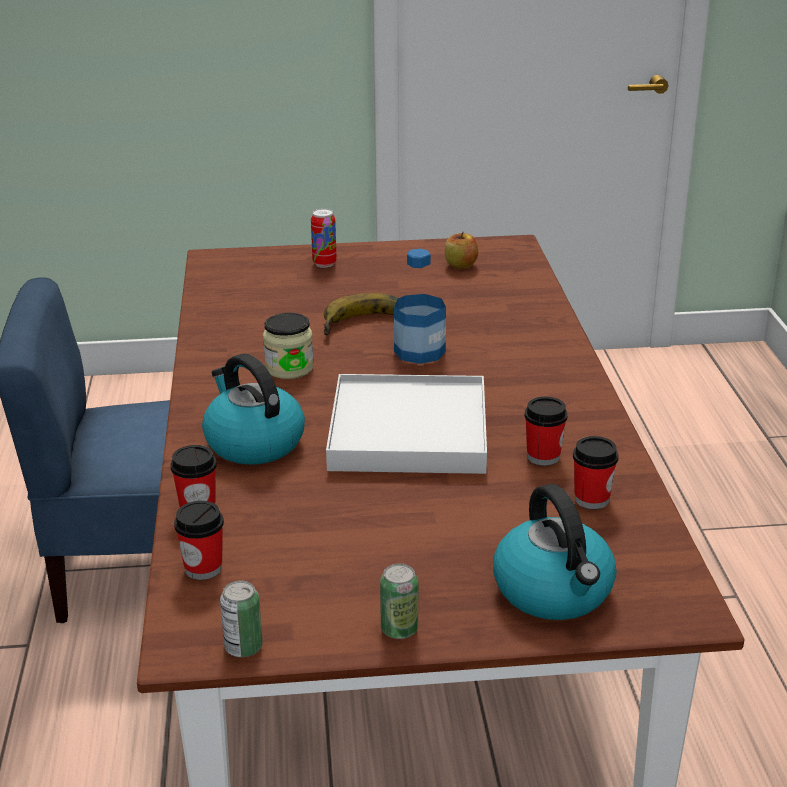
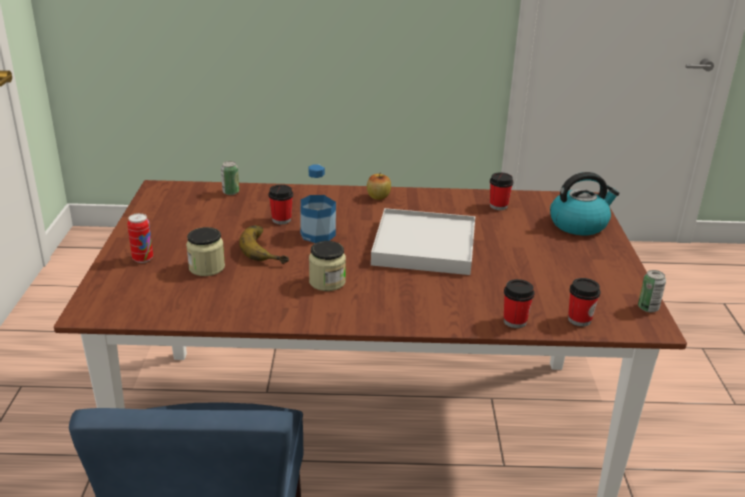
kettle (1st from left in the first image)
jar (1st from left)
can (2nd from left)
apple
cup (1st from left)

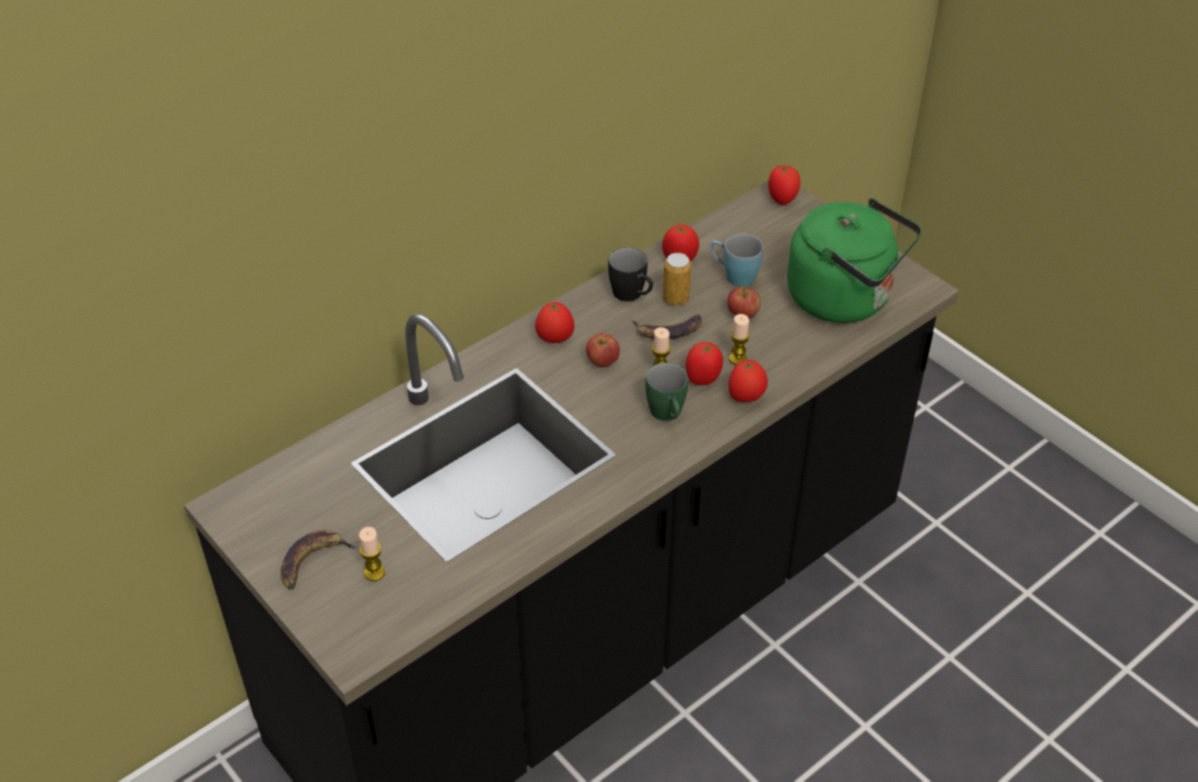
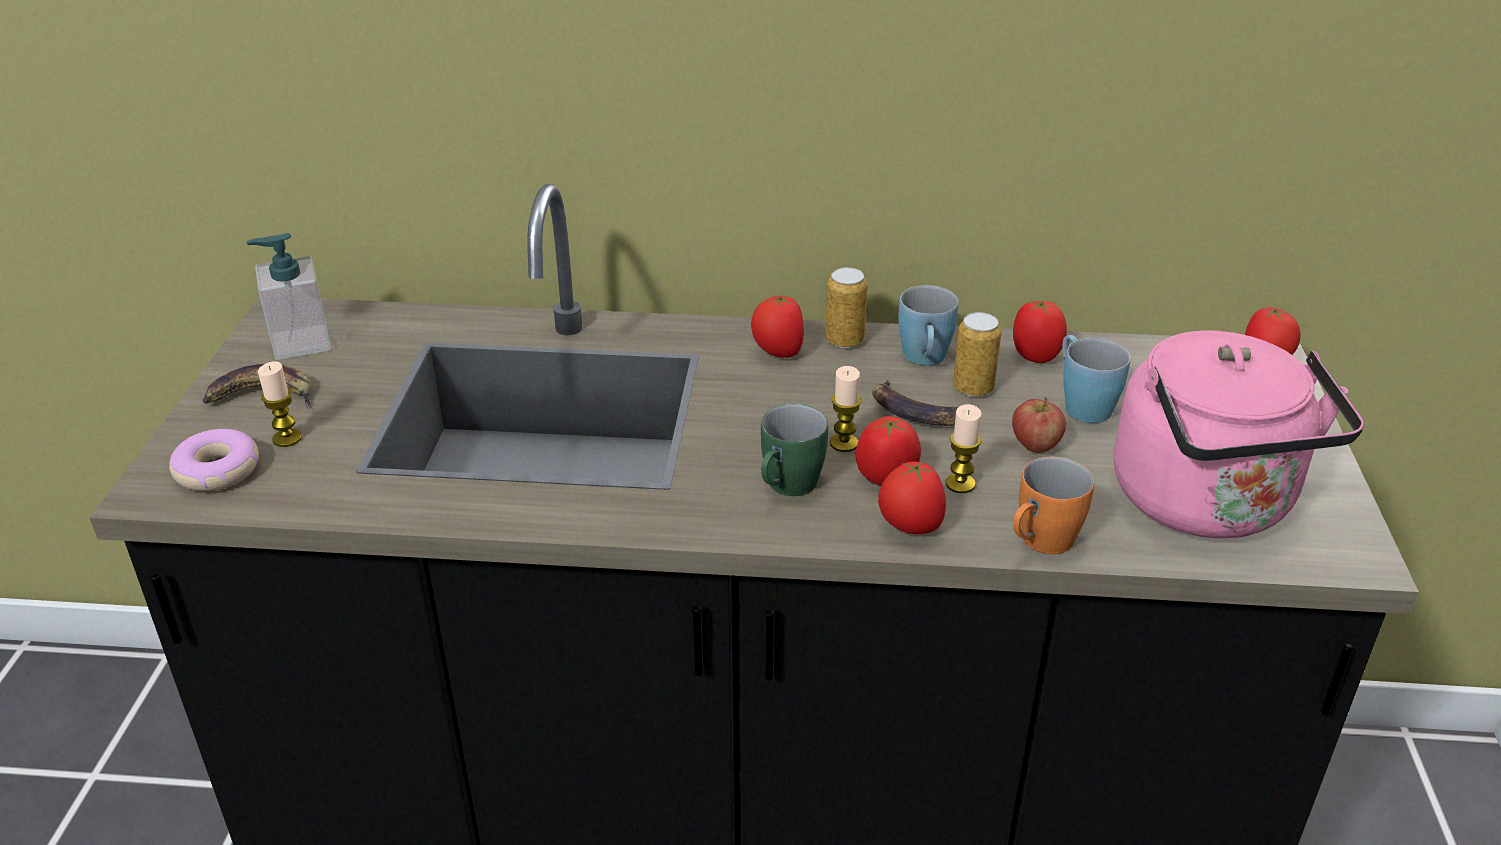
apple (1st from left in the first image)
donut
soap dispenser
can (1st from left)
orange mug
blue mug (1st from left)
pink kettle

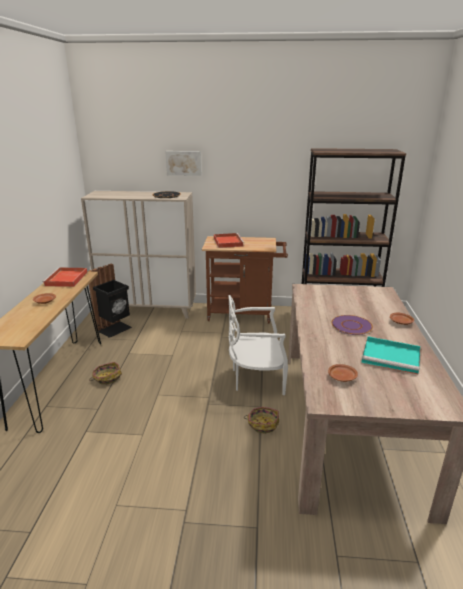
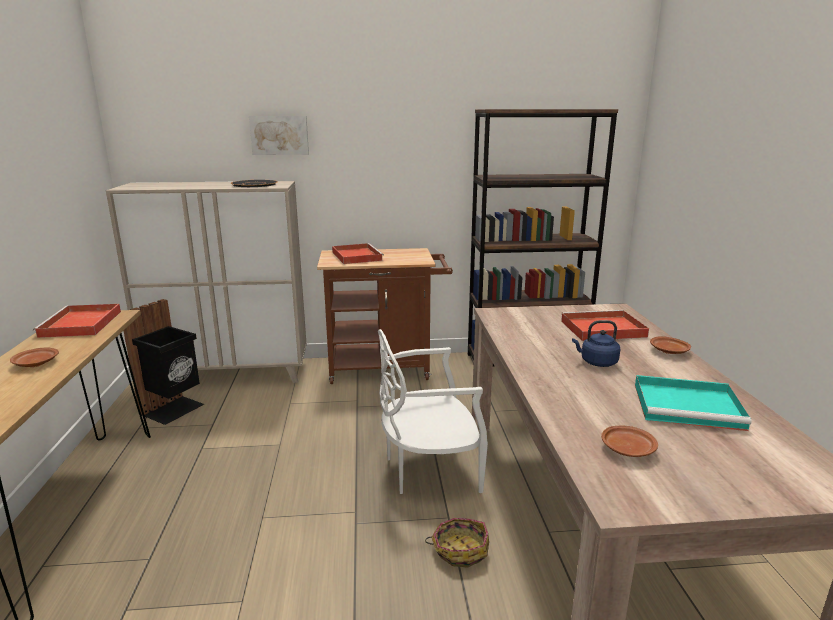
basket (1st from left in the first image)
red tray (3rd from left)
blue kettle

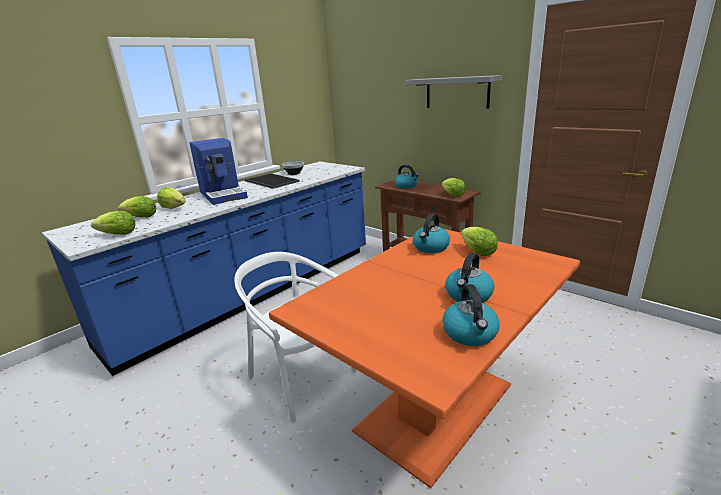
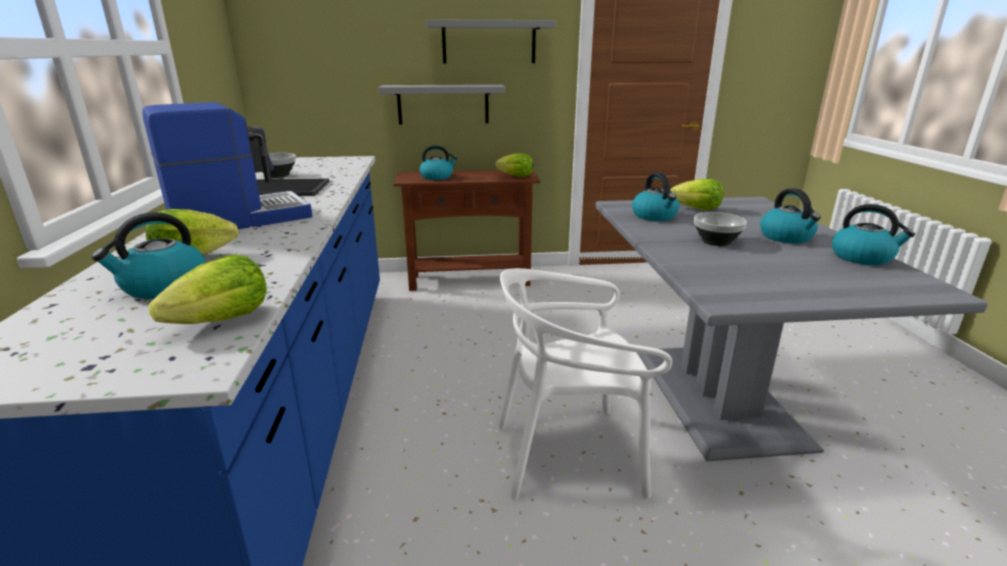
grey shelf (1st from left)
bowl (2nd from left)
kettle (1st from left)
grey dining table
coffee machine

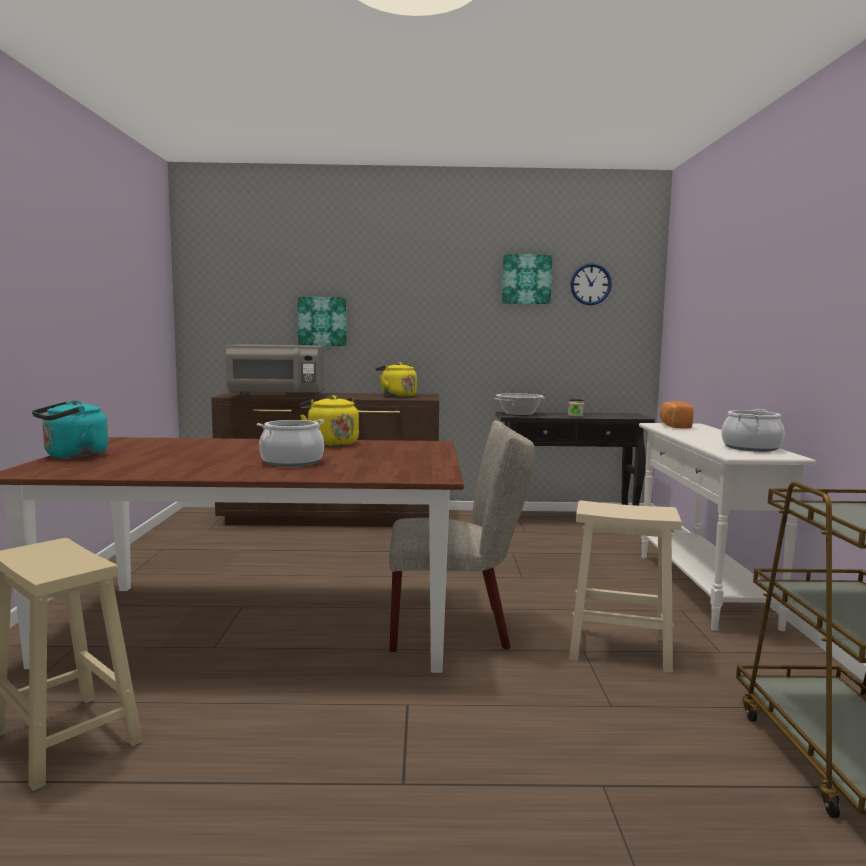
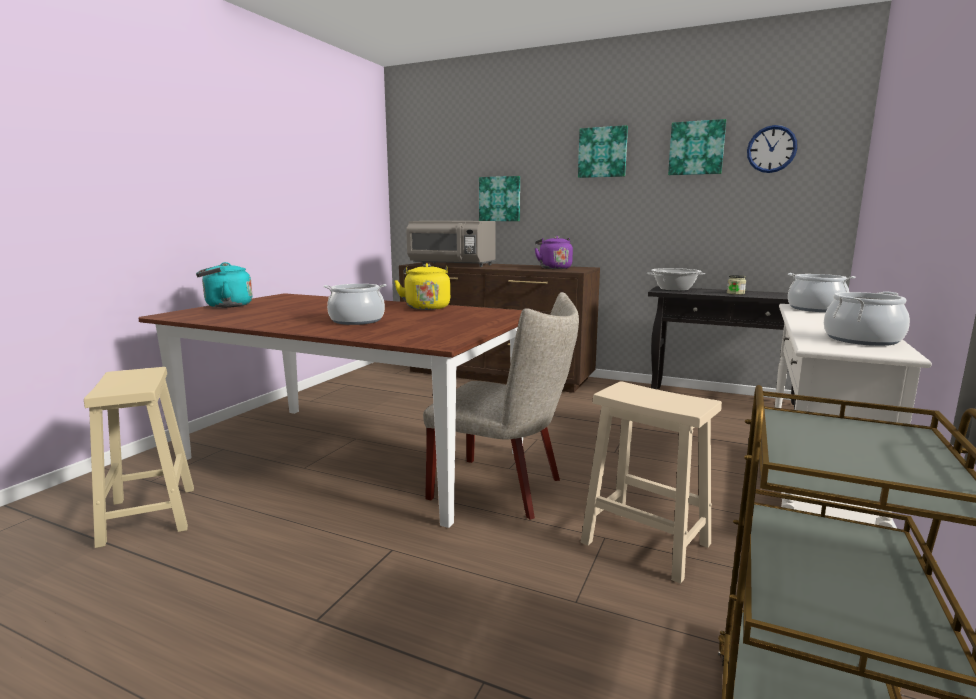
picture (2nd from left)
cooking pot (3rd from left)
purple kettle

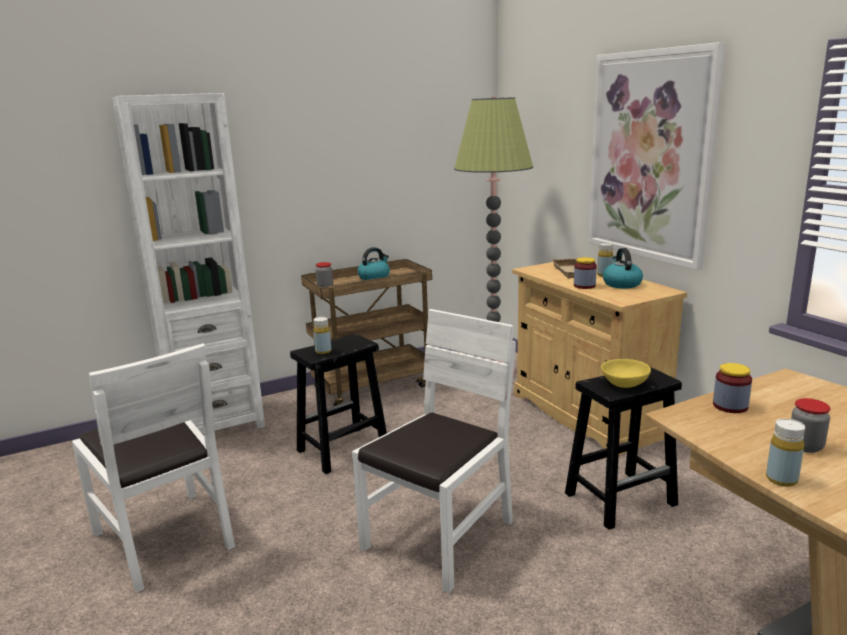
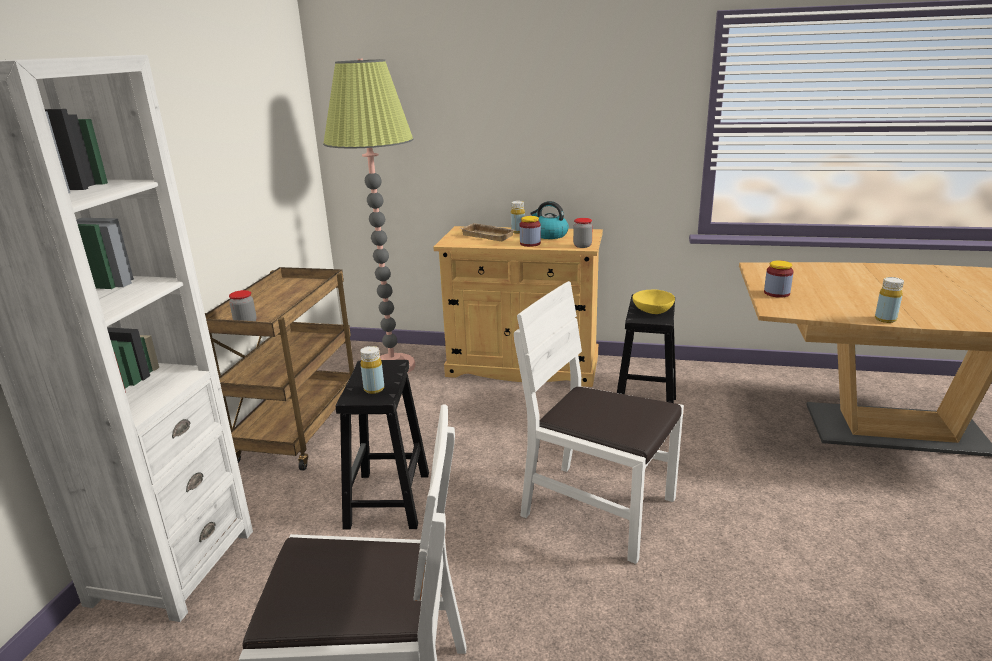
kettle (1st from left in the first image)
picture
jar (3rd from left)
white chair (2nd from left)

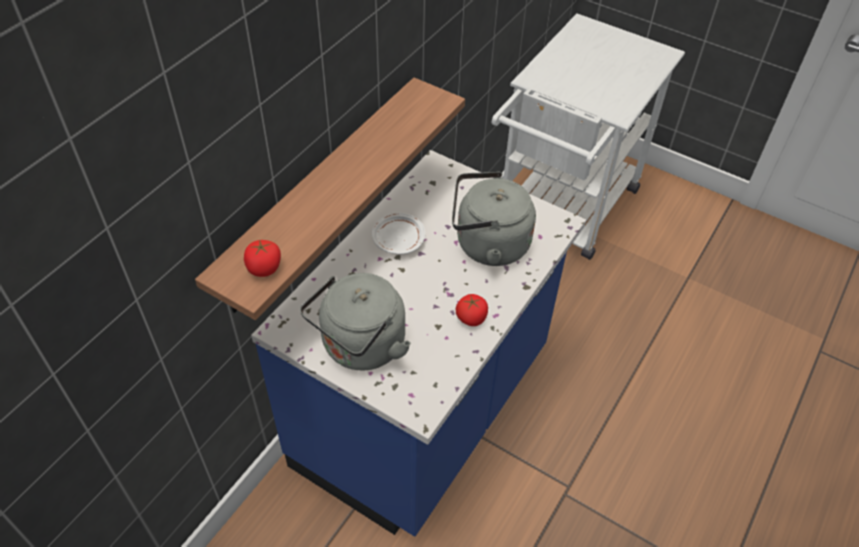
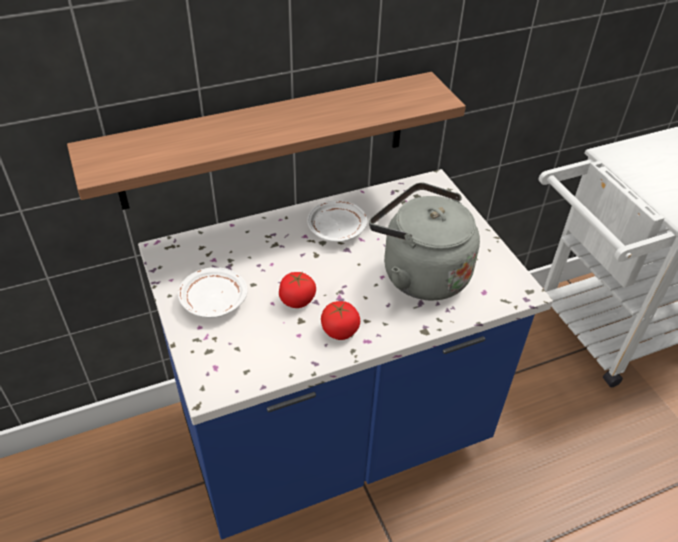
tomato (1st from left)
white plate (1st from left)

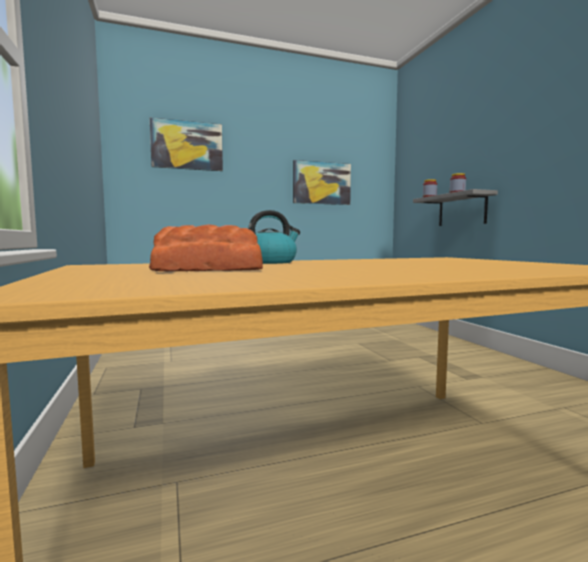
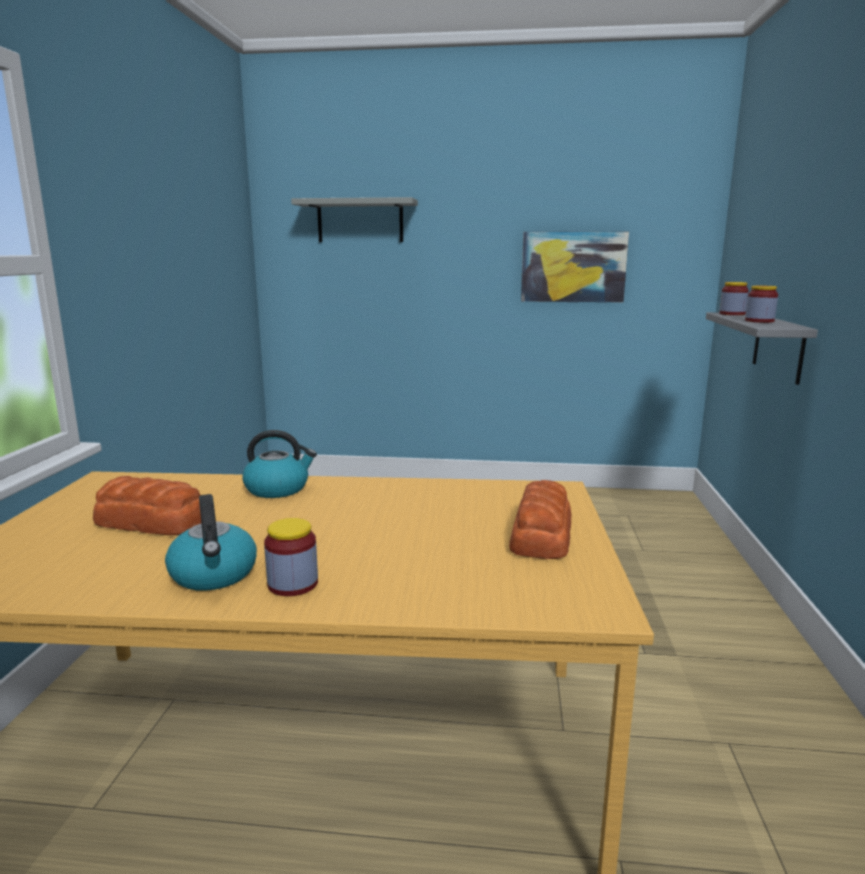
kettle (1st from left)
jar (1st from left)
bread (2nd from left)
grey shelf (1st from left)

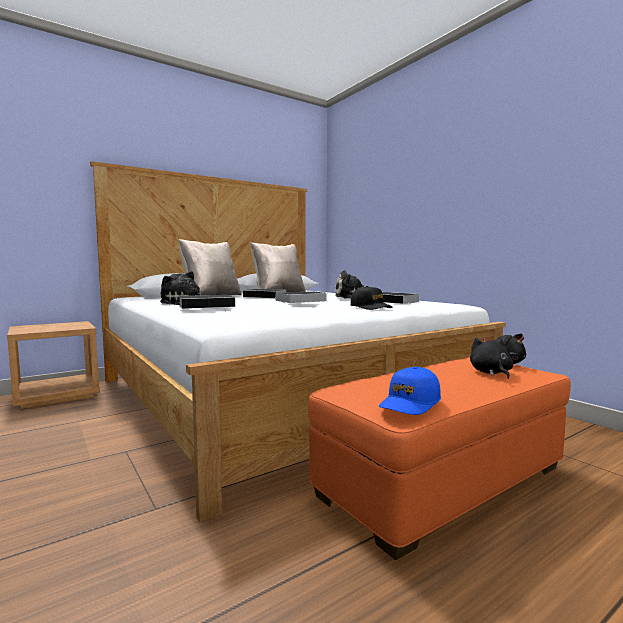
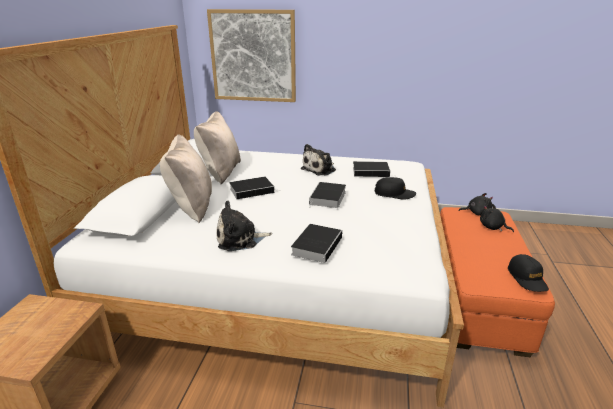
picture
black cap (2nd from left)

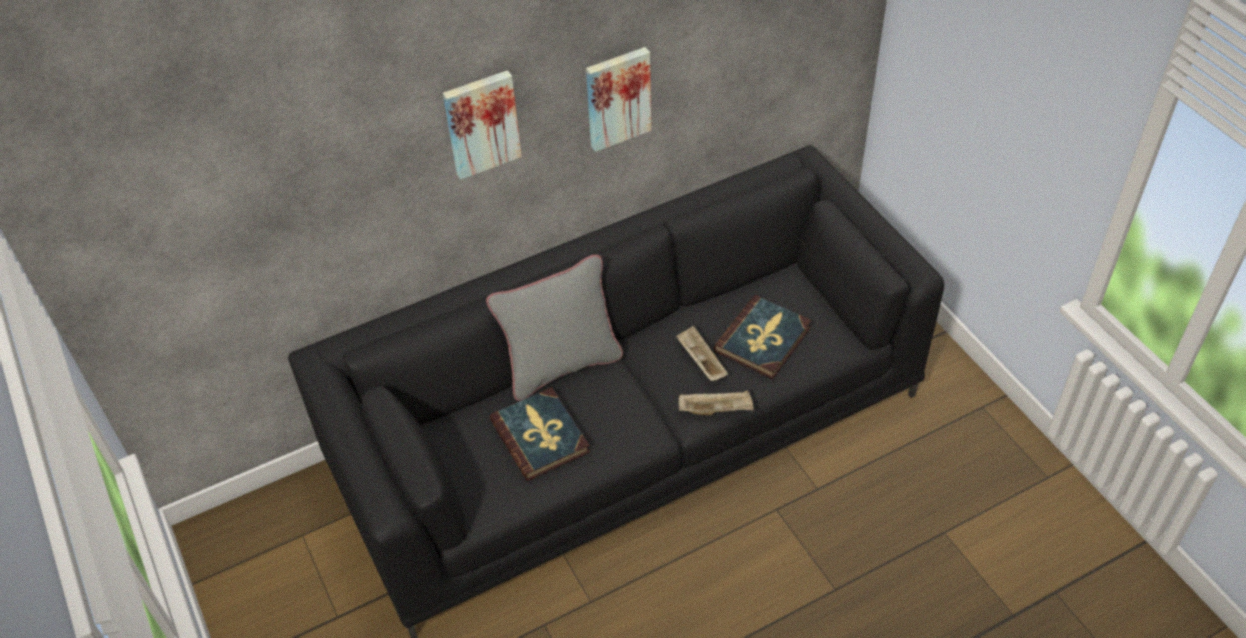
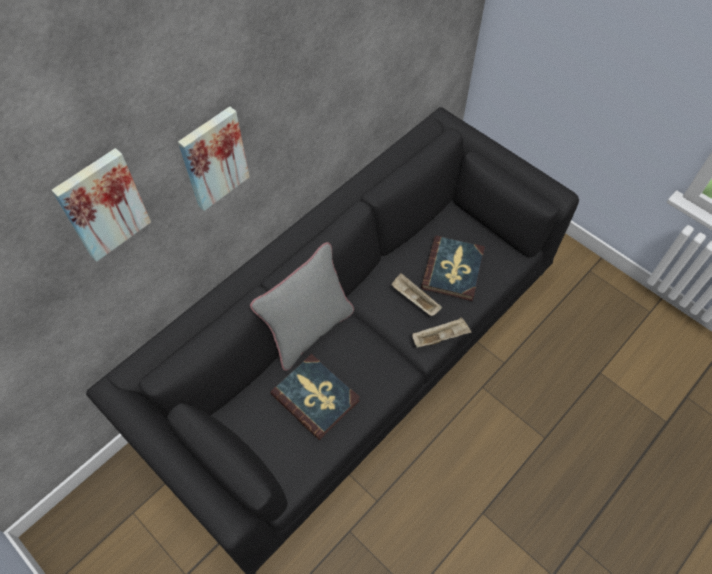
picture (1st from left)

